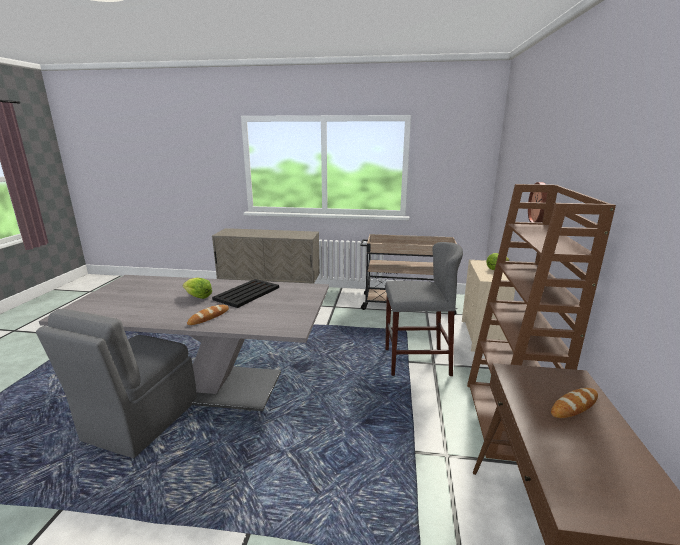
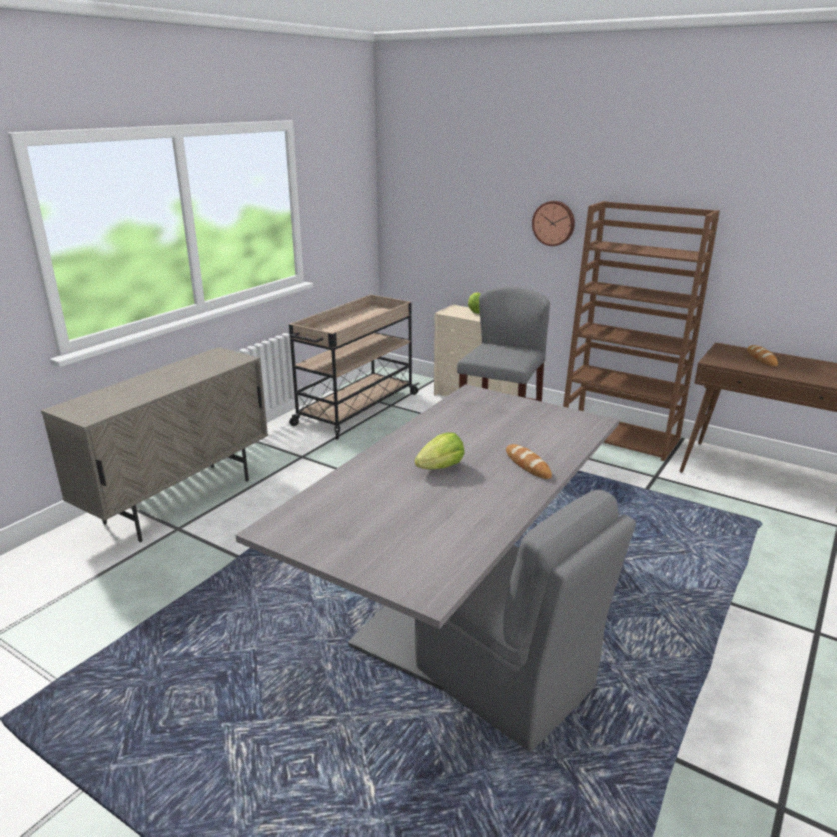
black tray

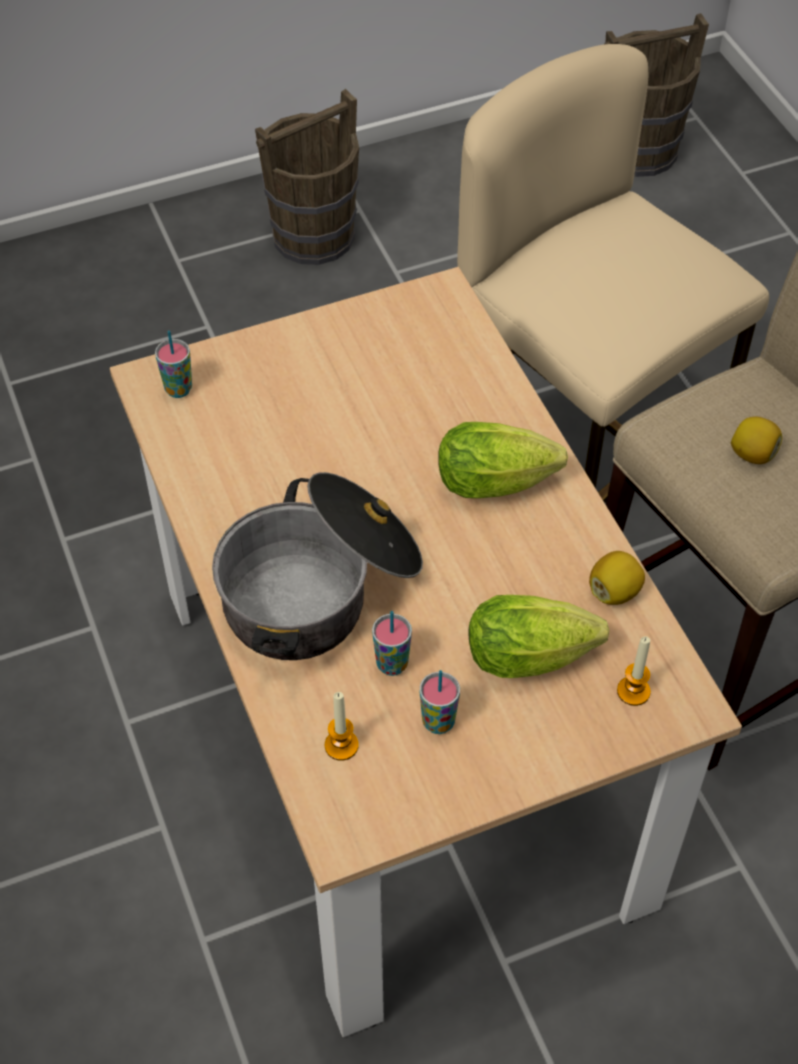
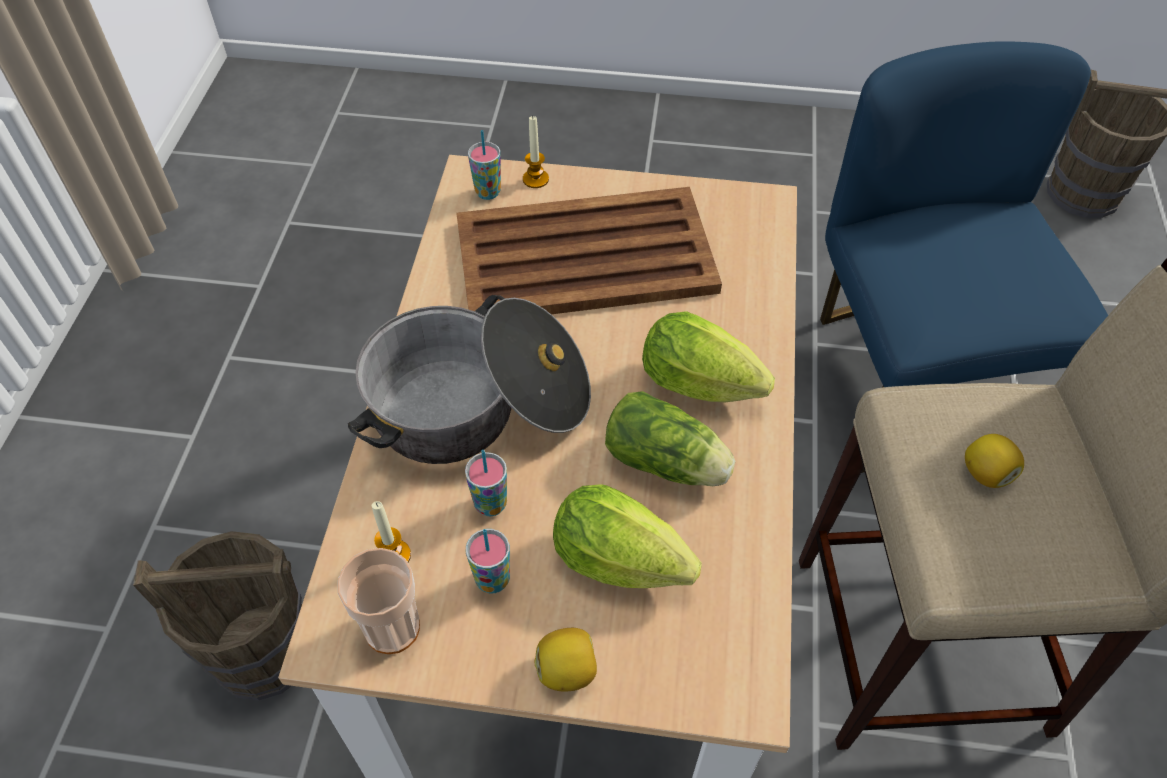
cup (1st from left)
brown tray
lettuce (2nd from left)
brown bucket (1st from left)
lemon (1st from left)
candle (2nd from left)
blue chair

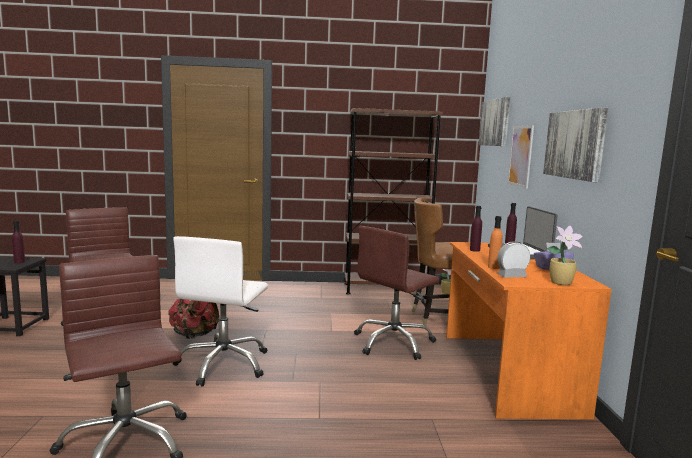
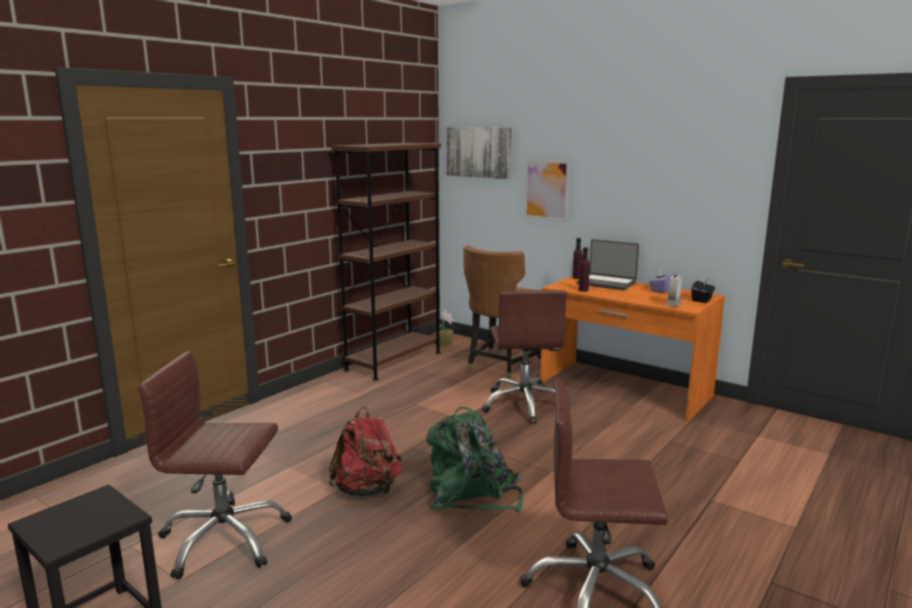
purple bottle (1st from left in the first image)
orange bottle
picture (3rd from left in the first image)
green backpack
black tissue box

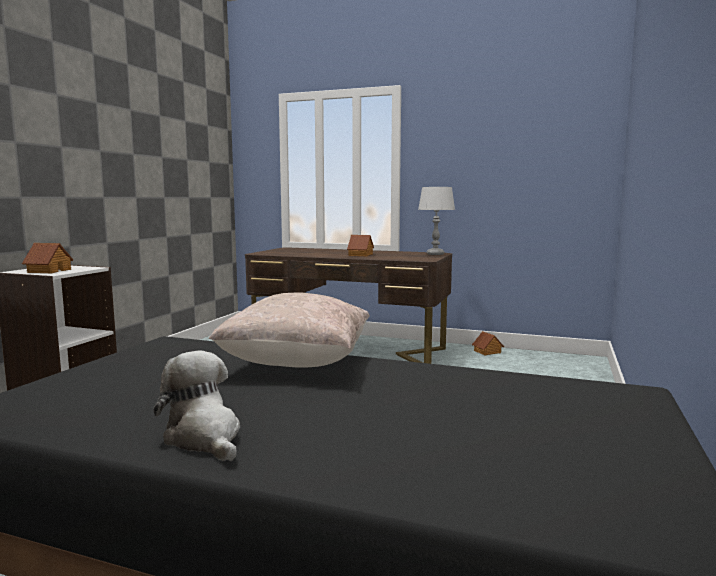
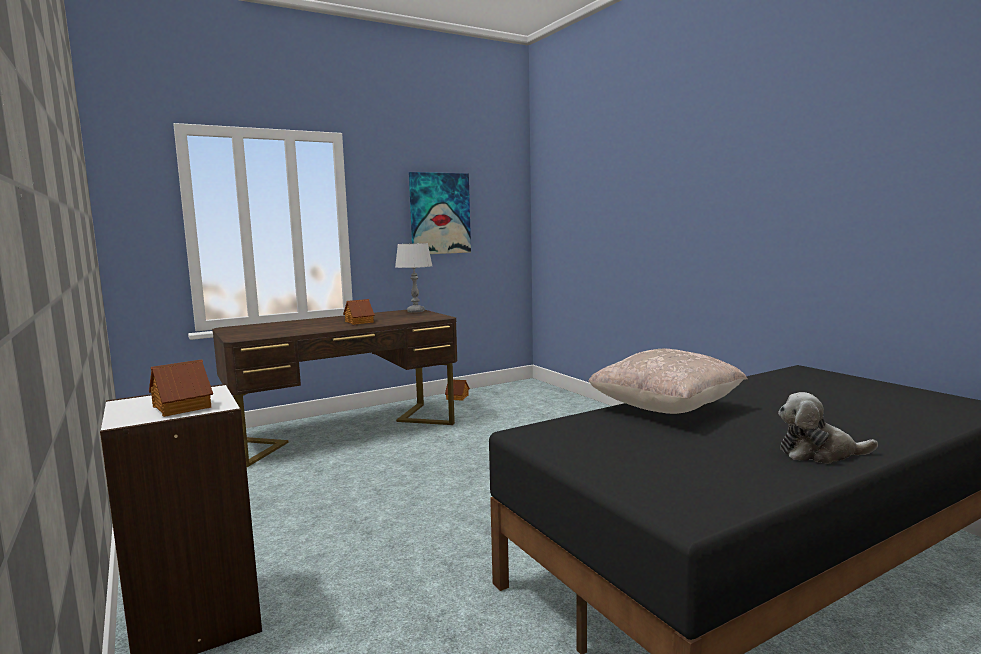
picture

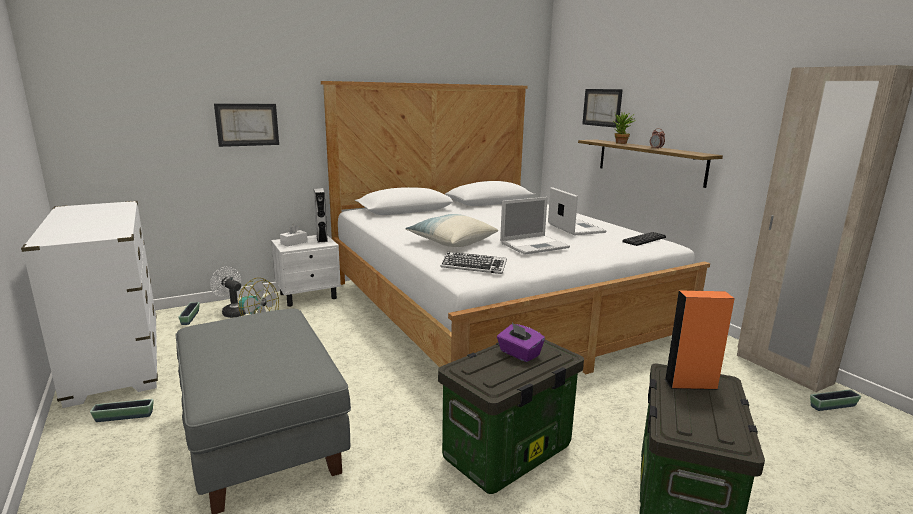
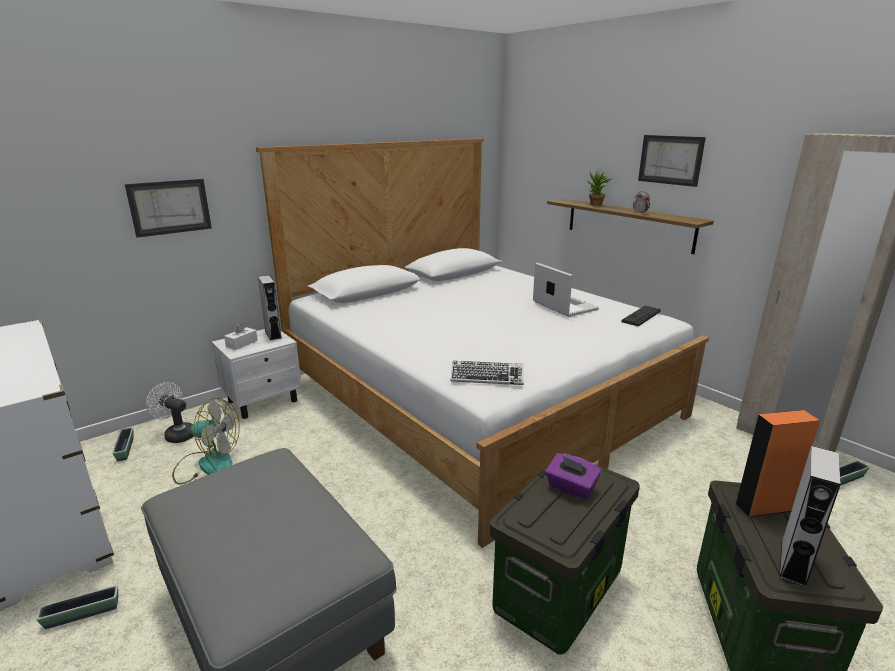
pillow
laptop (1st from left in the first image)
grey speaker (2nd from left)
picture (2nd from left)

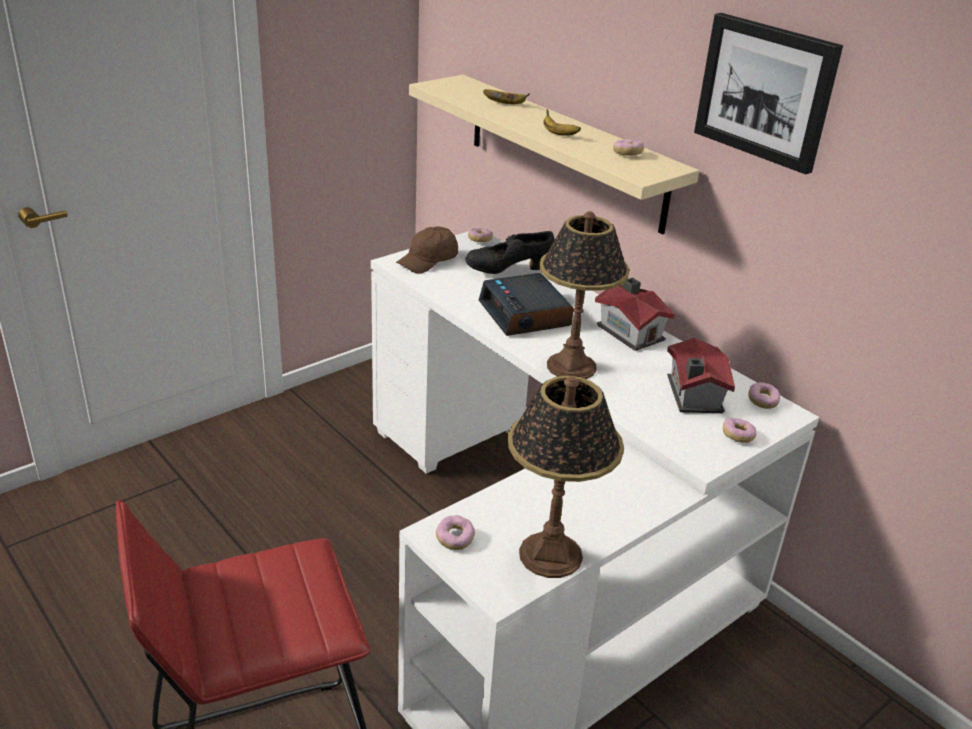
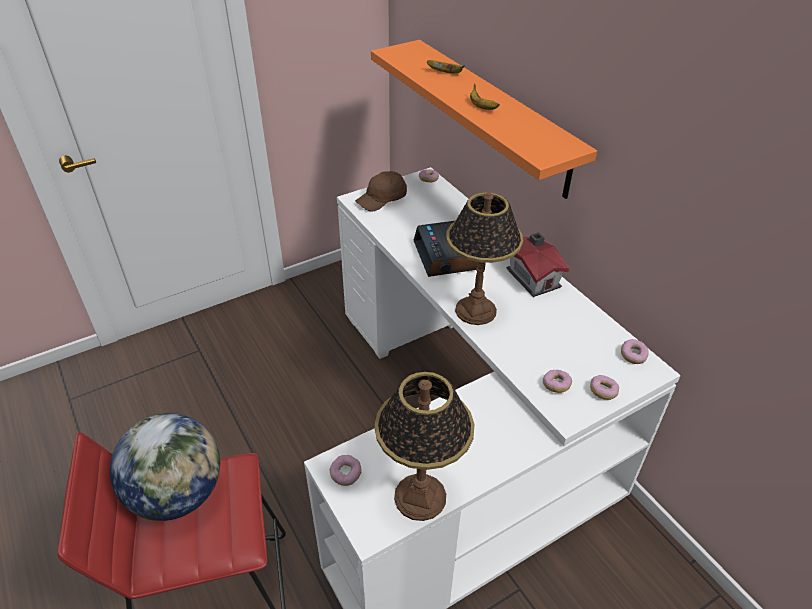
black shoe
toy house (2nd from left in the first image)
picture
globe
donut (3rd from left)
orange shelf

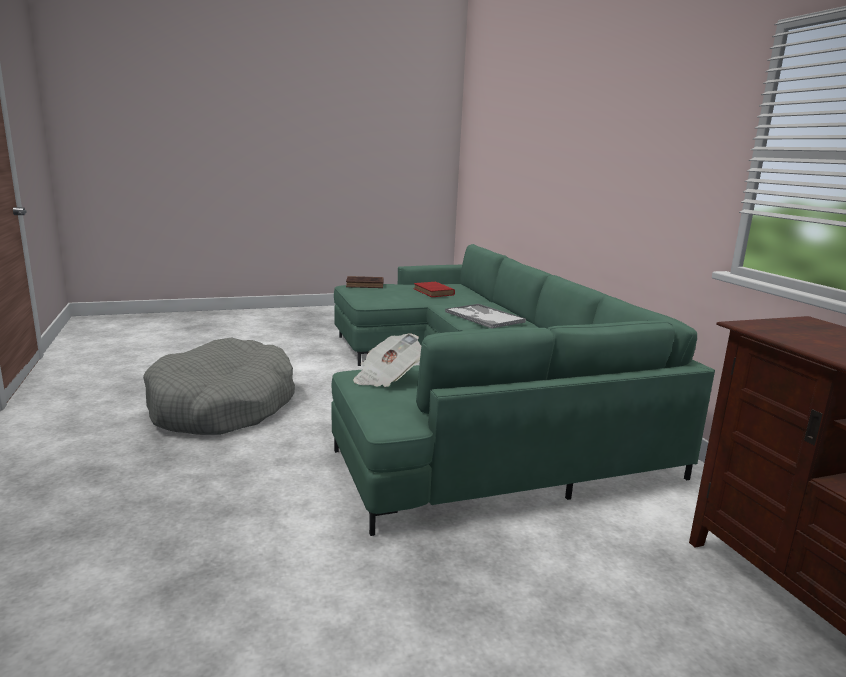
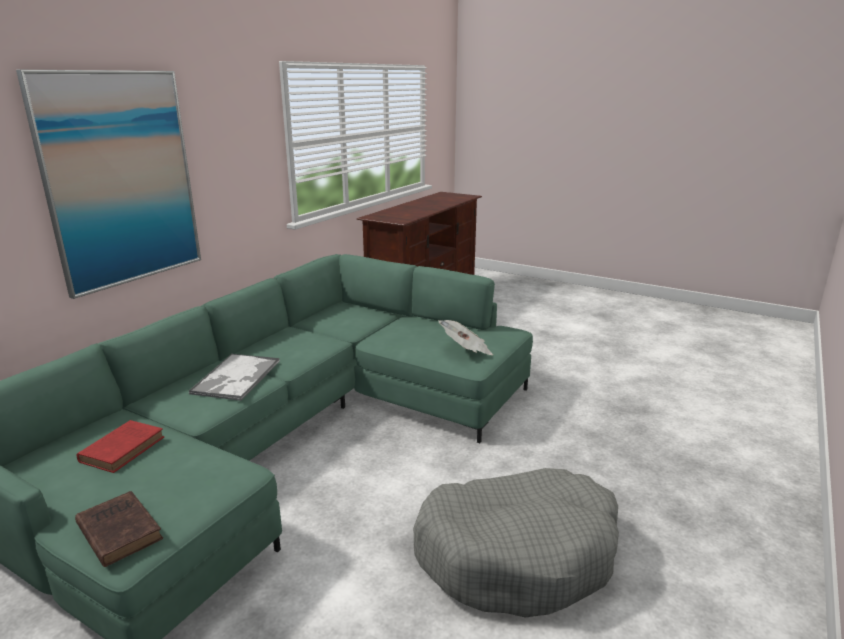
picture

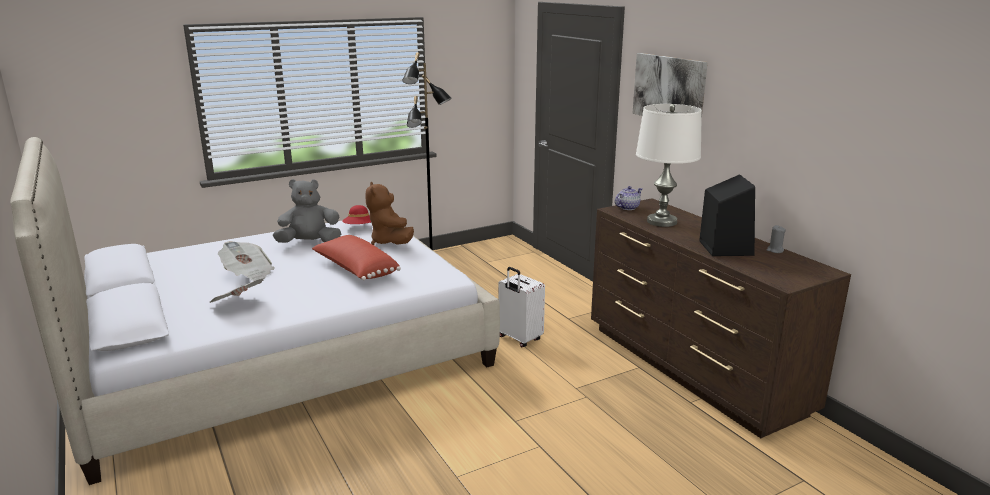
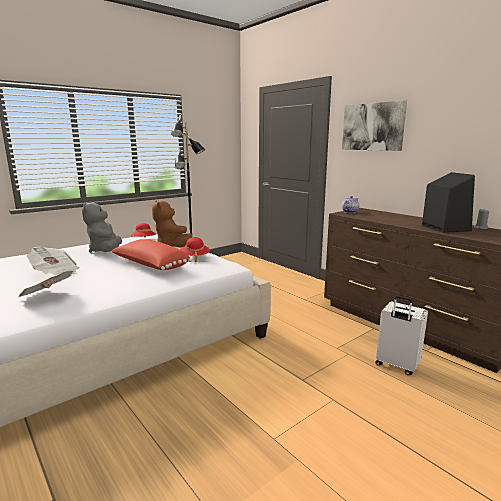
white table lamp
red hat (2nd from left)
white suitcase
grey plush toy

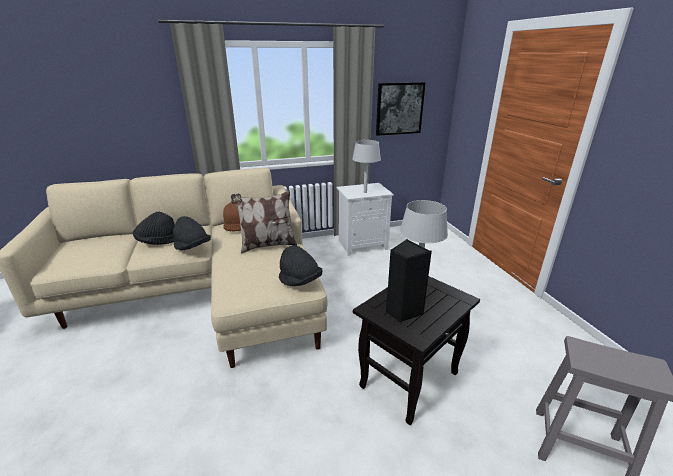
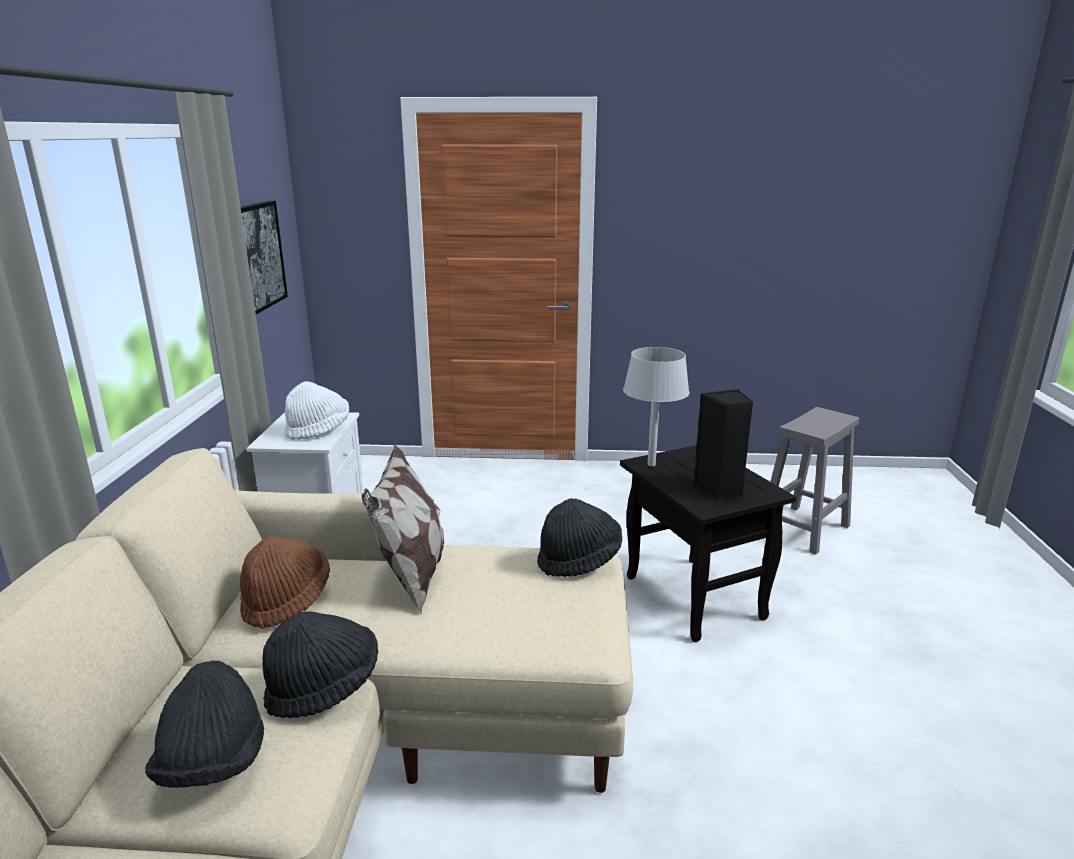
white hat

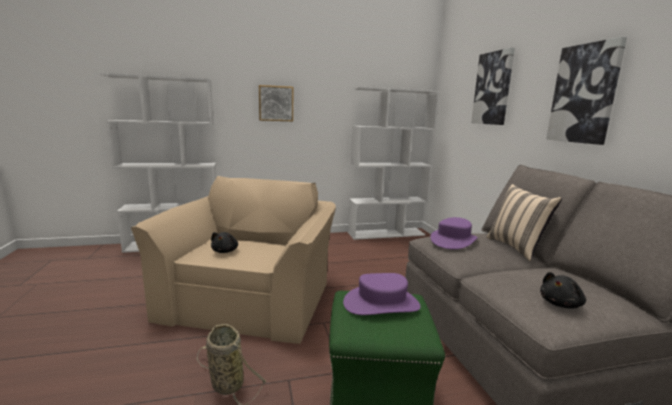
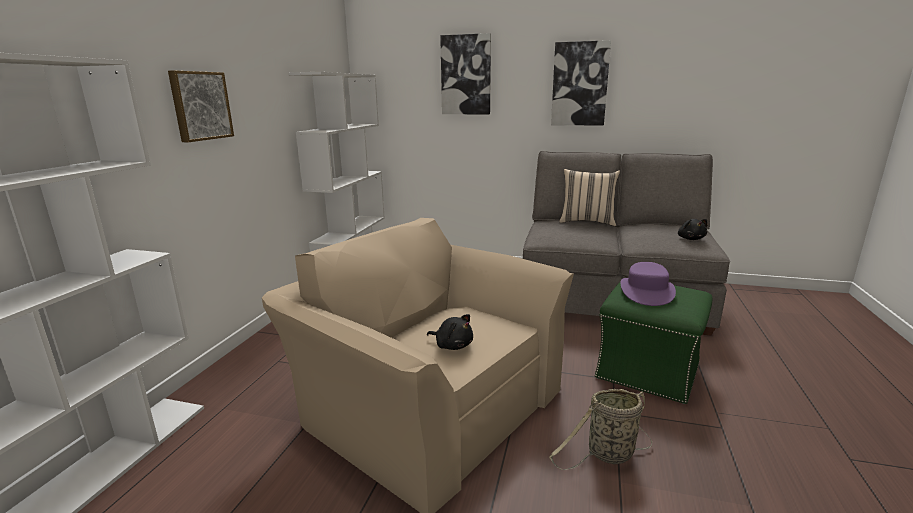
purple hat (2nd from left in the first image)

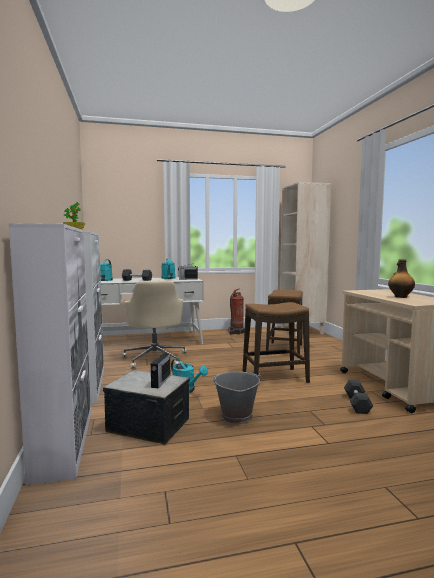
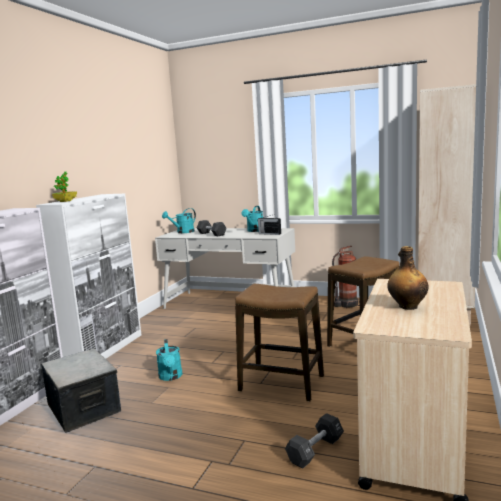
beige office chair
radio (1st from left in the first image)
grey bucket

